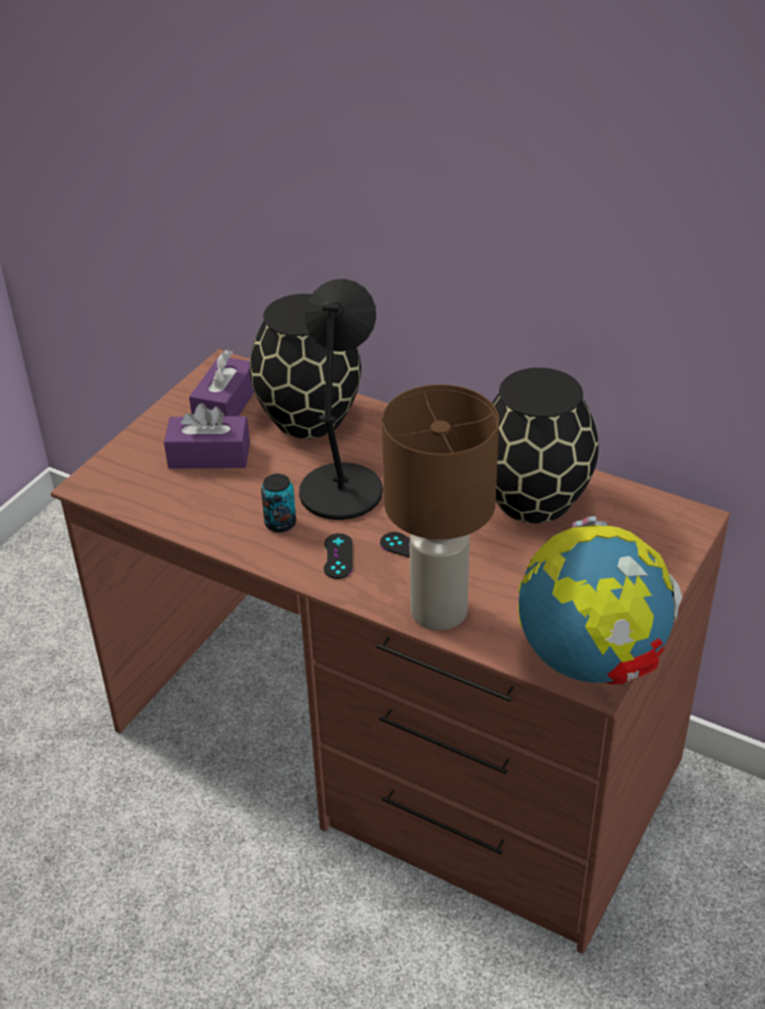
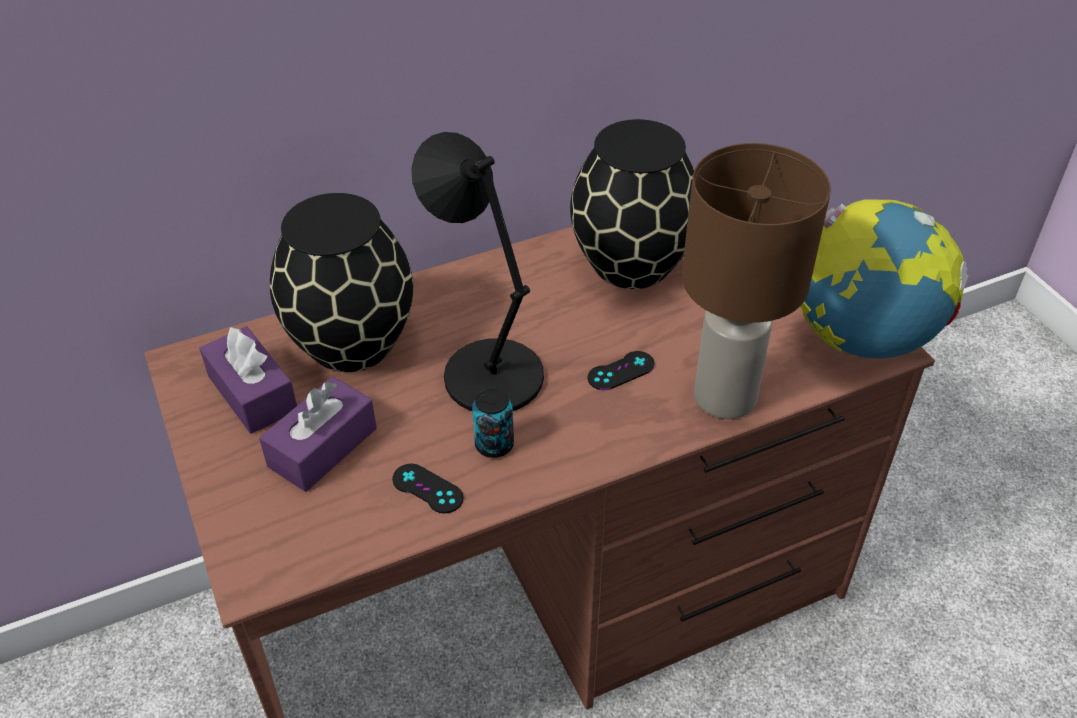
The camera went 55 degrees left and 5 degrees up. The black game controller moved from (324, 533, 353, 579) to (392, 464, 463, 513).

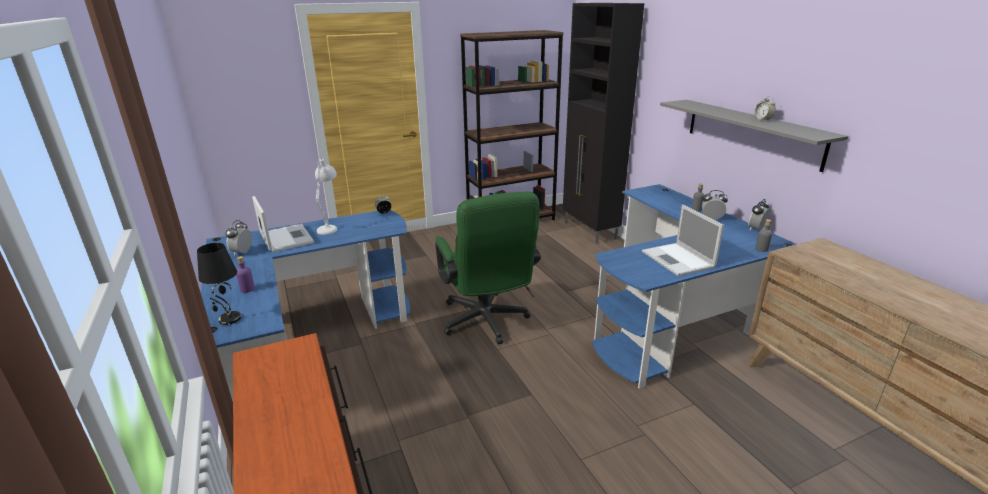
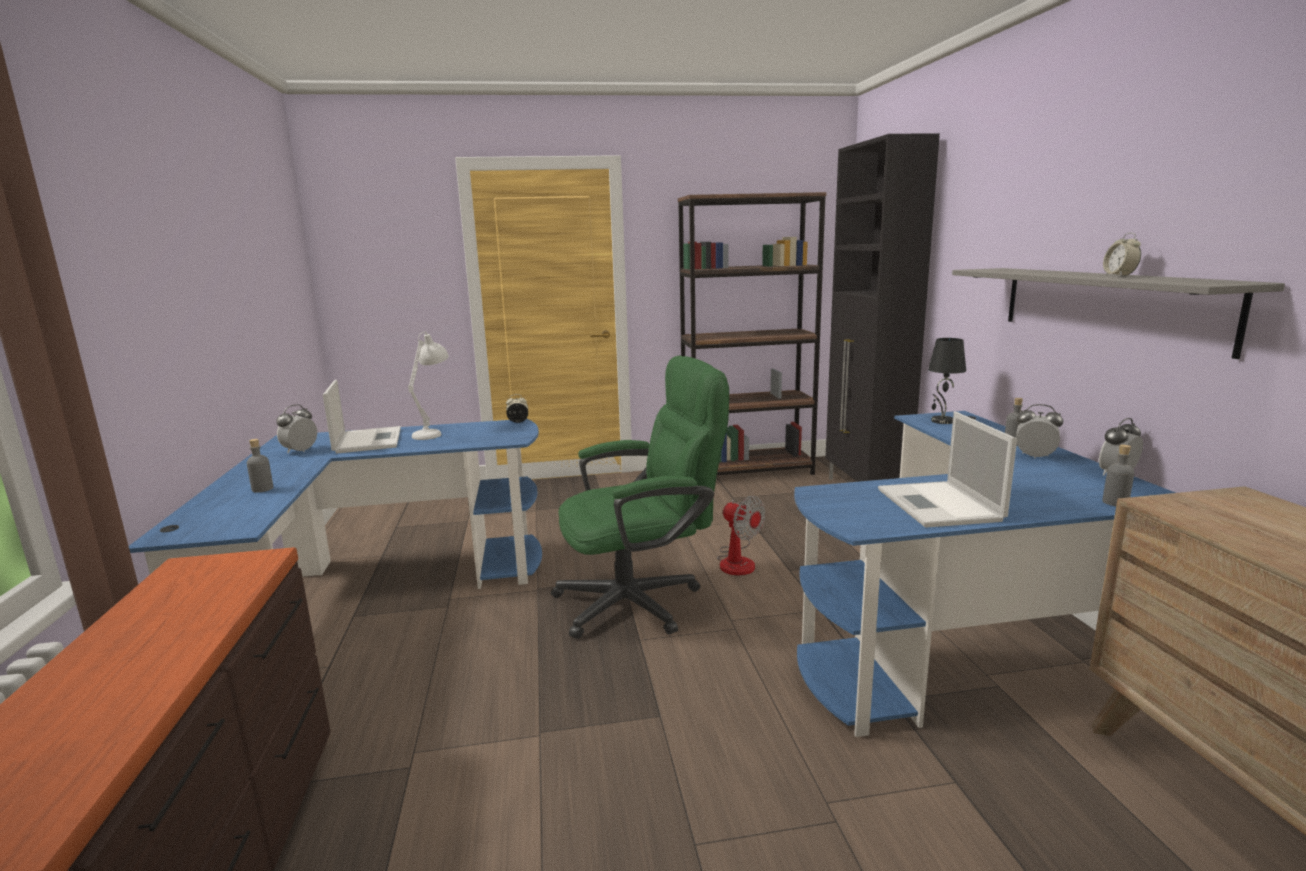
The camera went 15 degrees right and 10 degrees down. The green office chair at (435, 191, 541, 344) turned 105 degrees counterclockwise. The black table lamp moved from (197, 243, 241, 325) to (928, 338, 966, 424). The purple bottle at (236, 256, 255, 293) became the grey bottle at (247, 439, 273, 493). The fan at (717, 496, 765, 575) appeared.

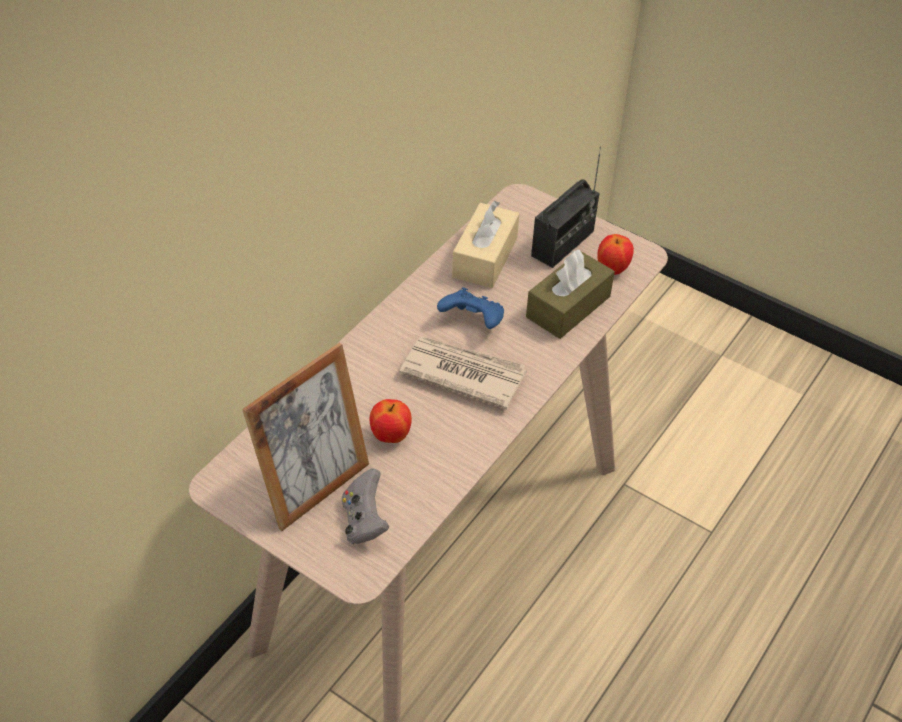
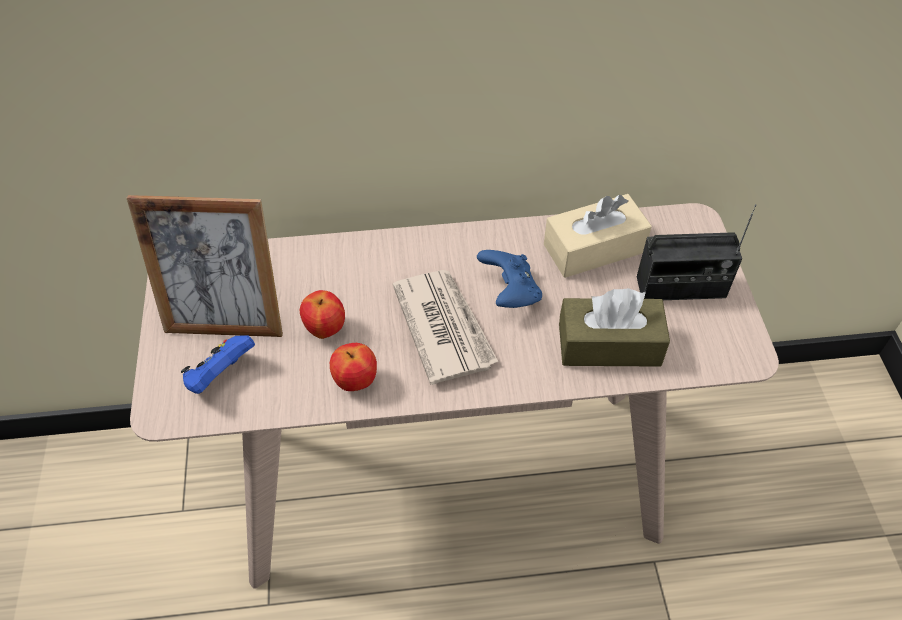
The camera went 50 degrees right and 5 degrees up. The apple moved from (597, 234, 634, 275) to (330, 343, 377, 391). The grey game controller at (342, 468, 390, 544) became the blue game controller at (181, 335, 255, 394).

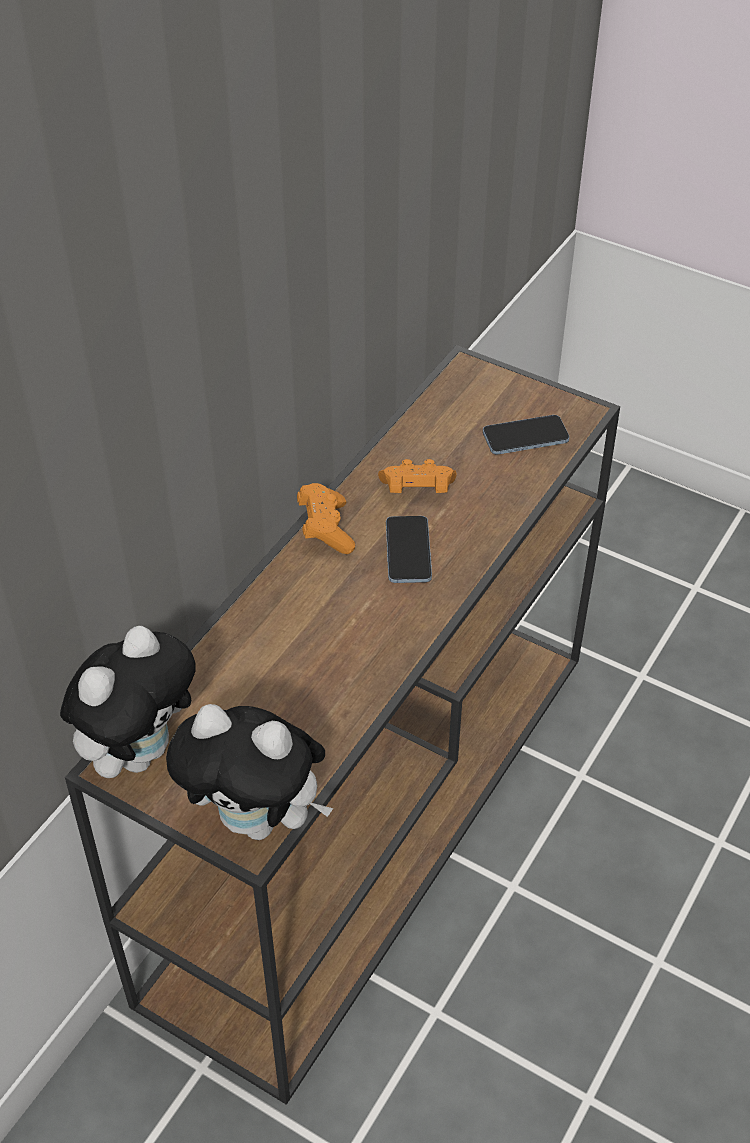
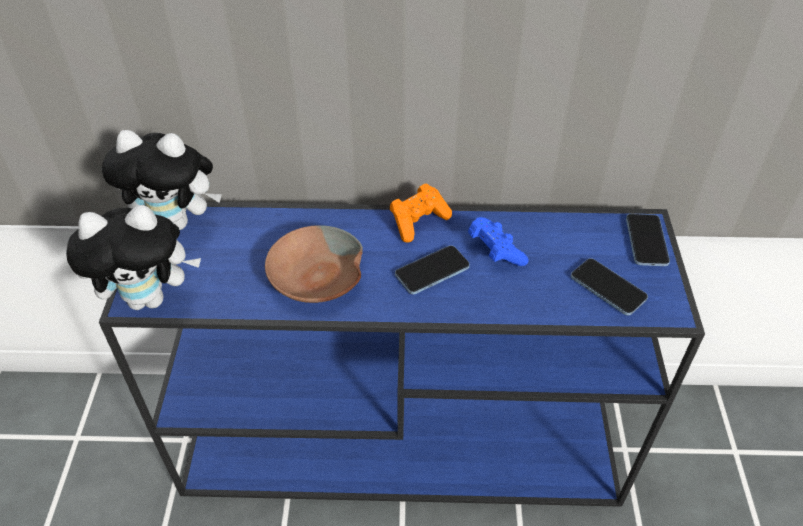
The camera went 60 degrees right and 0 degrees up. The brown console table at (65, 345, 620, 1105) became the blue console table at (99, 202, 705, 507). The orange game controller at (378, 459, 457, 493) became the blue game controller at (468, 217, 529, 266). The plush toy at (166, 704, 333, 840) turned 90 degrees counterclockwise. The phone at (626, 214, 670, 266) appeared. The brown bowl at (265, 225, 363, 303) appeared.

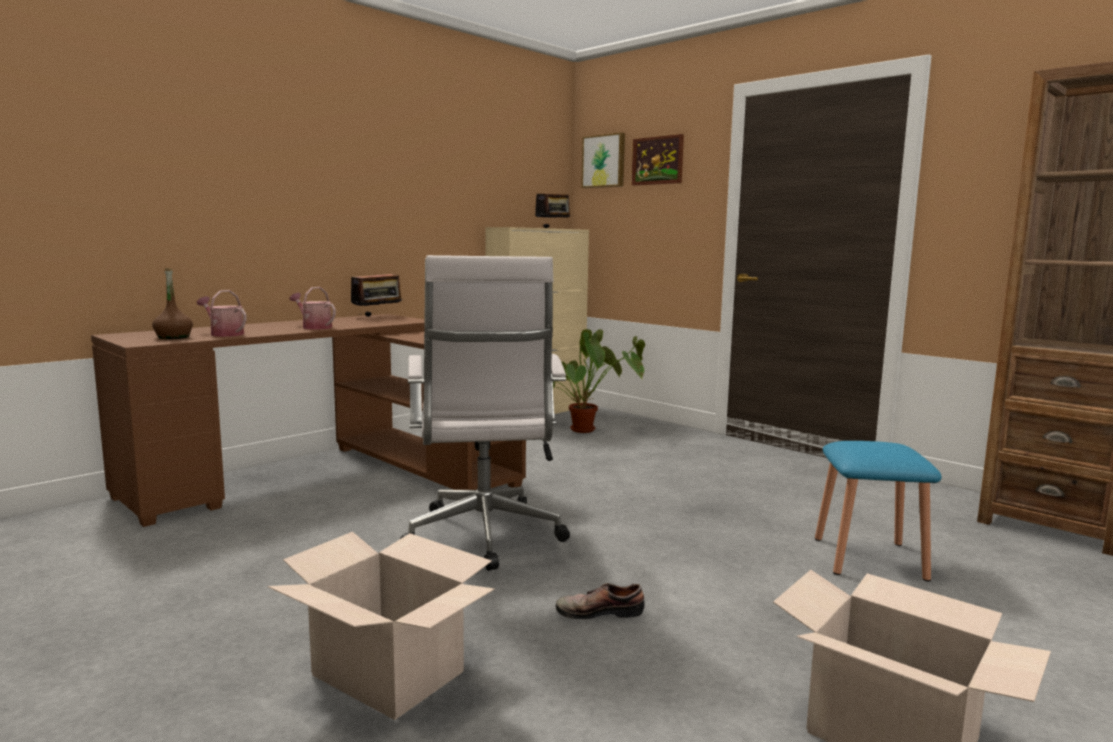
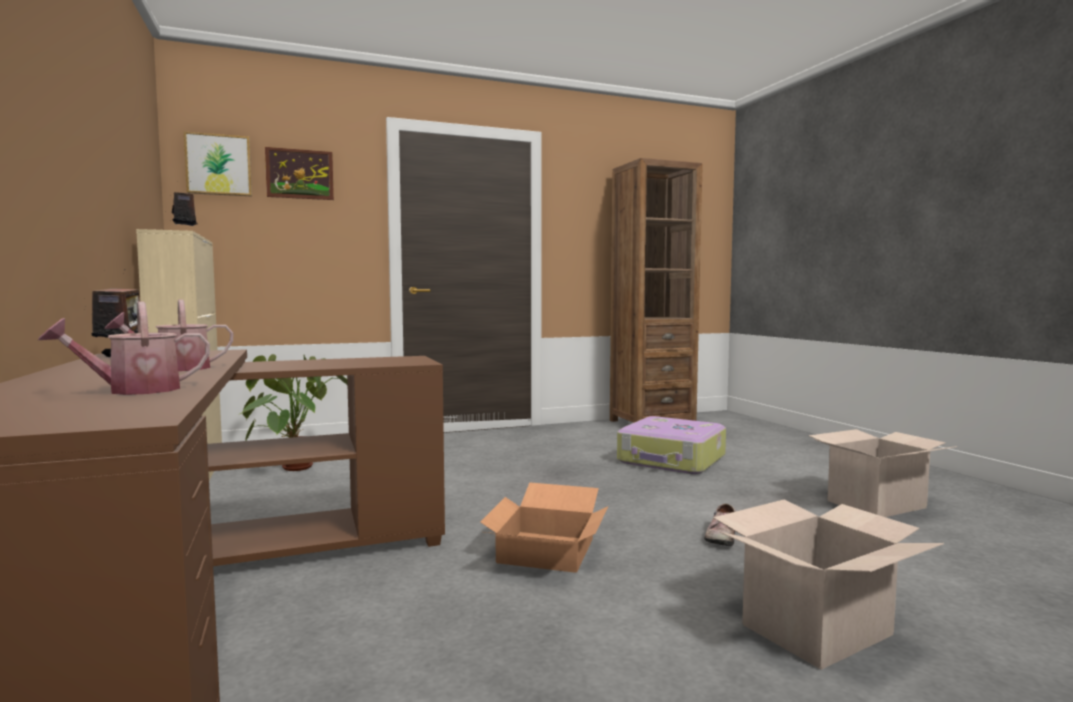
The camera went 65 degrees left and 5 degrees down. The white office chair at (400, 255, 570, 571) was replaced by the cardboard box at (480, 483, 608, 573). The brown bottle at (152, 268, 193, 339) disappeared. The blue stool at (815, 441, 942, 582) was replaced by the suitcase at (617, 416, 726, 474).

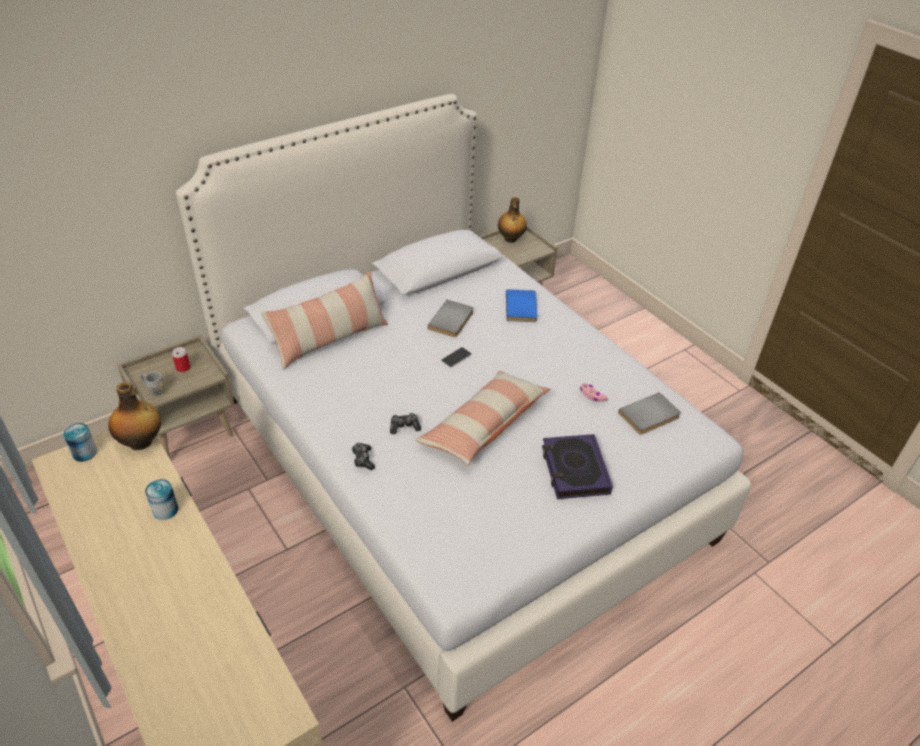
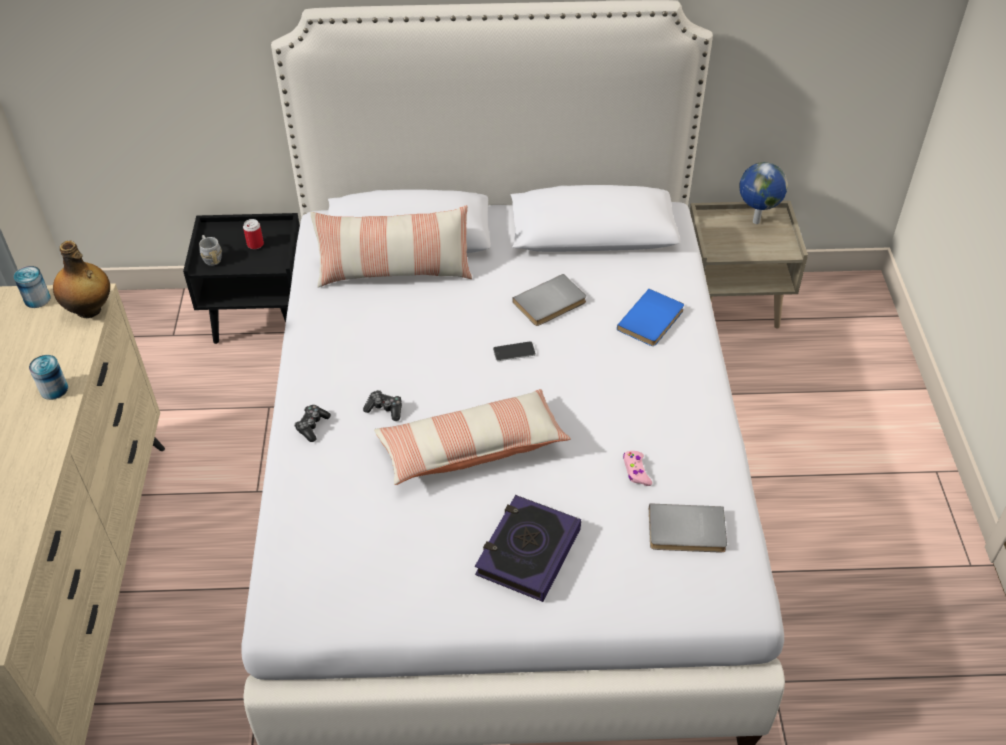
The camera went 35 degrees right and 5 degrees up. The bottle at (498, 197, 527, 243) was replaced by the globe at (739, 162, 788, 224). The beige nightstand at (117, 335, 235, 458) became the black nightstand at (183, 213, 300, 344).

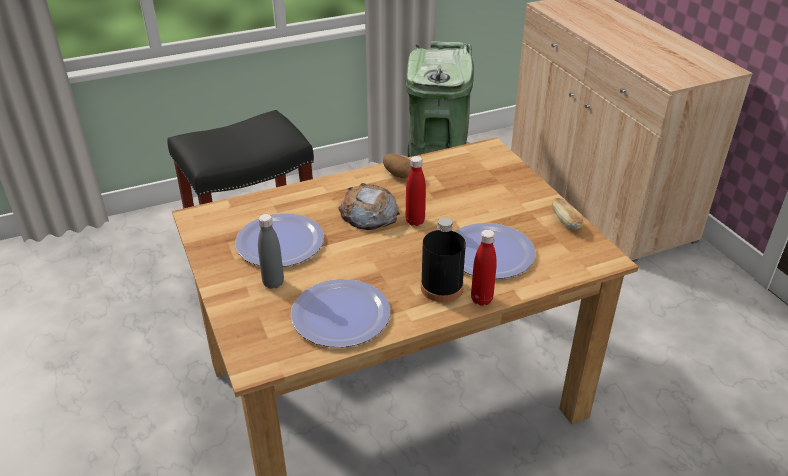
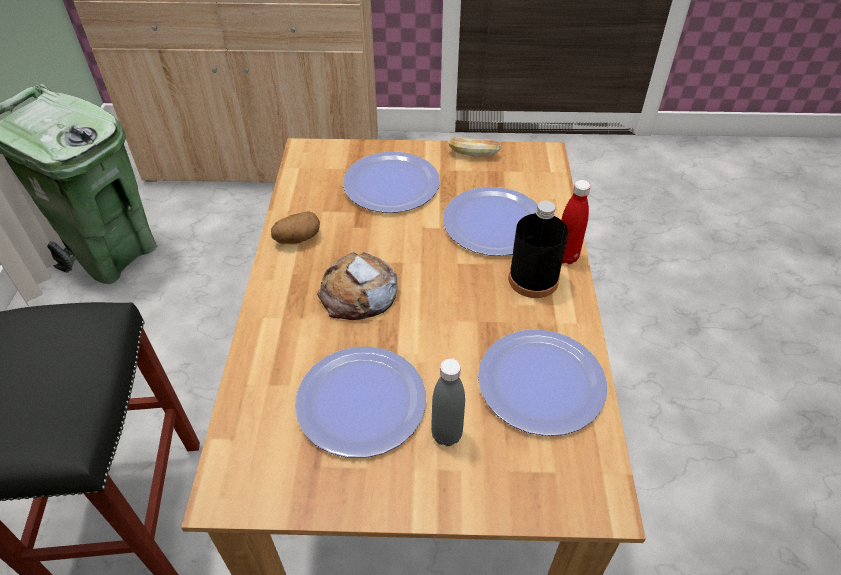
The camera went 65 degrees left and 10 degrees up. The red bottle at (405, 156, 426, 226) disappeared. The plate at (343, 152, 440, 213) appeared.

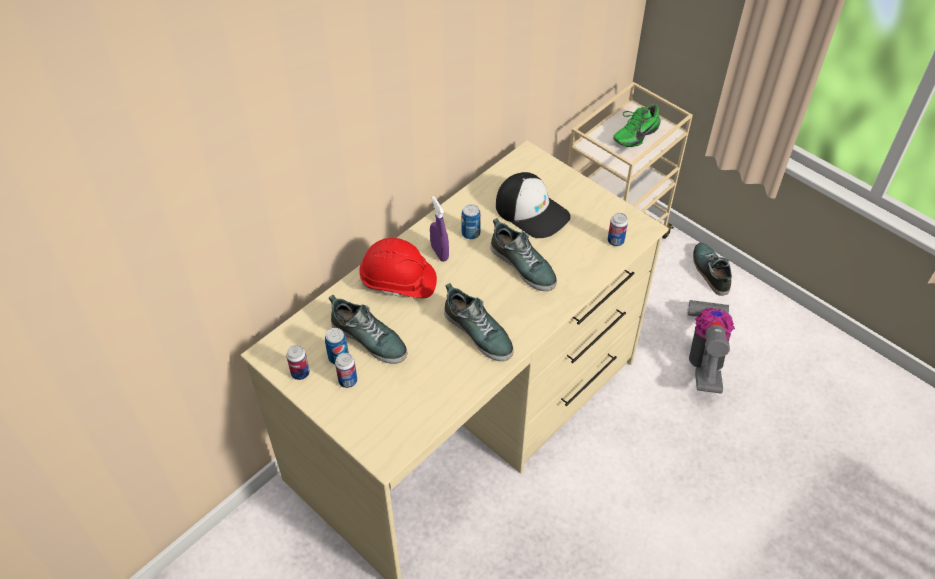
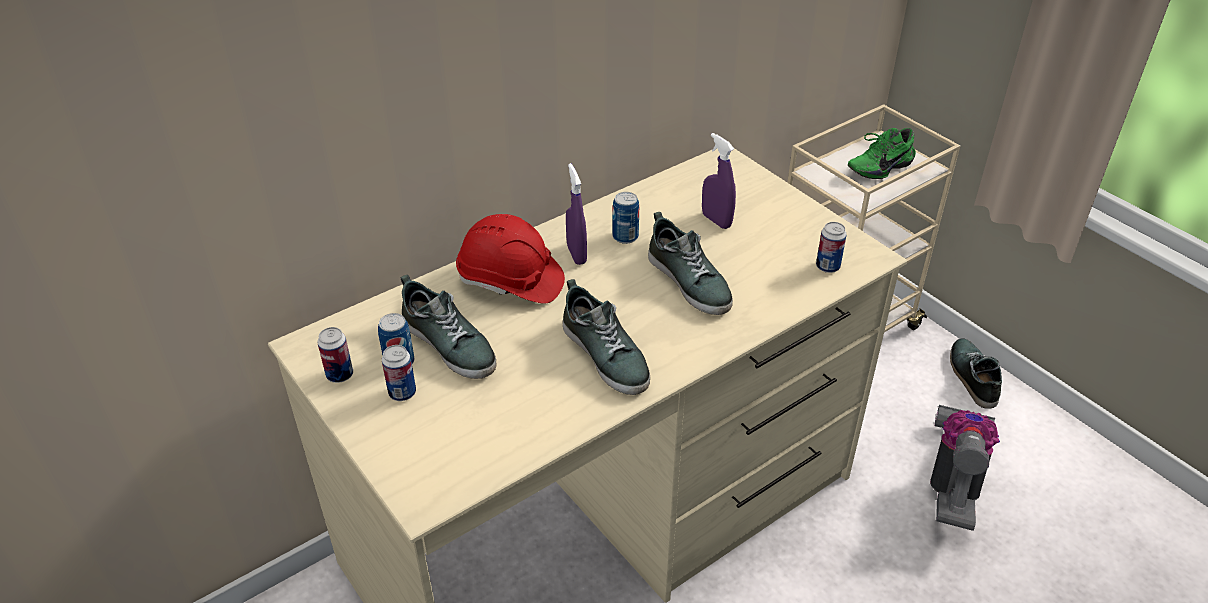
The camera went 10 degrees right and 10 degrees down. The cap at (496, 172, 571, 238) was replaced by the purple spray bottle at (702, 133, 736, 229).

